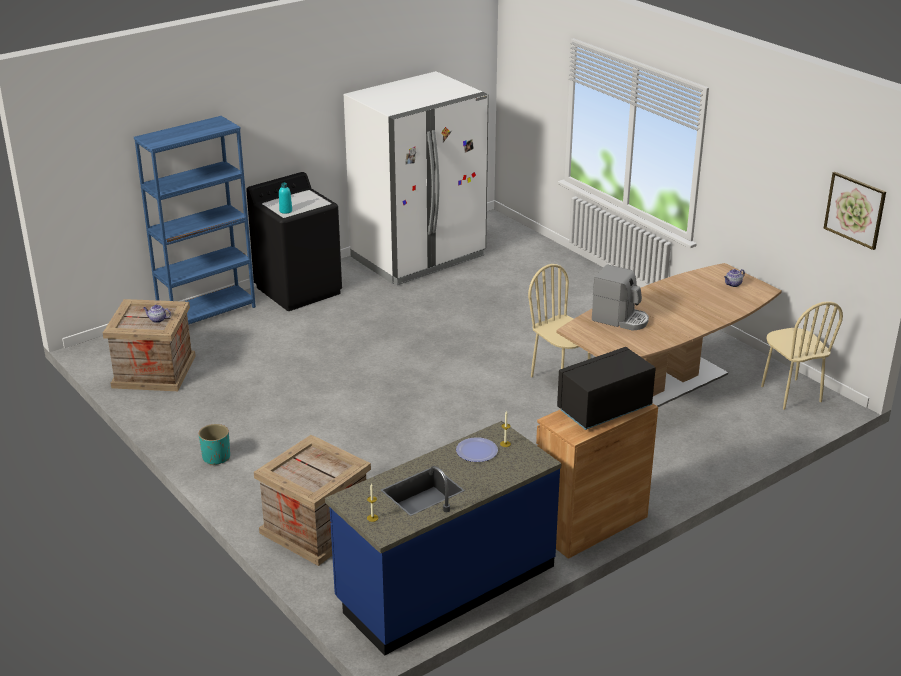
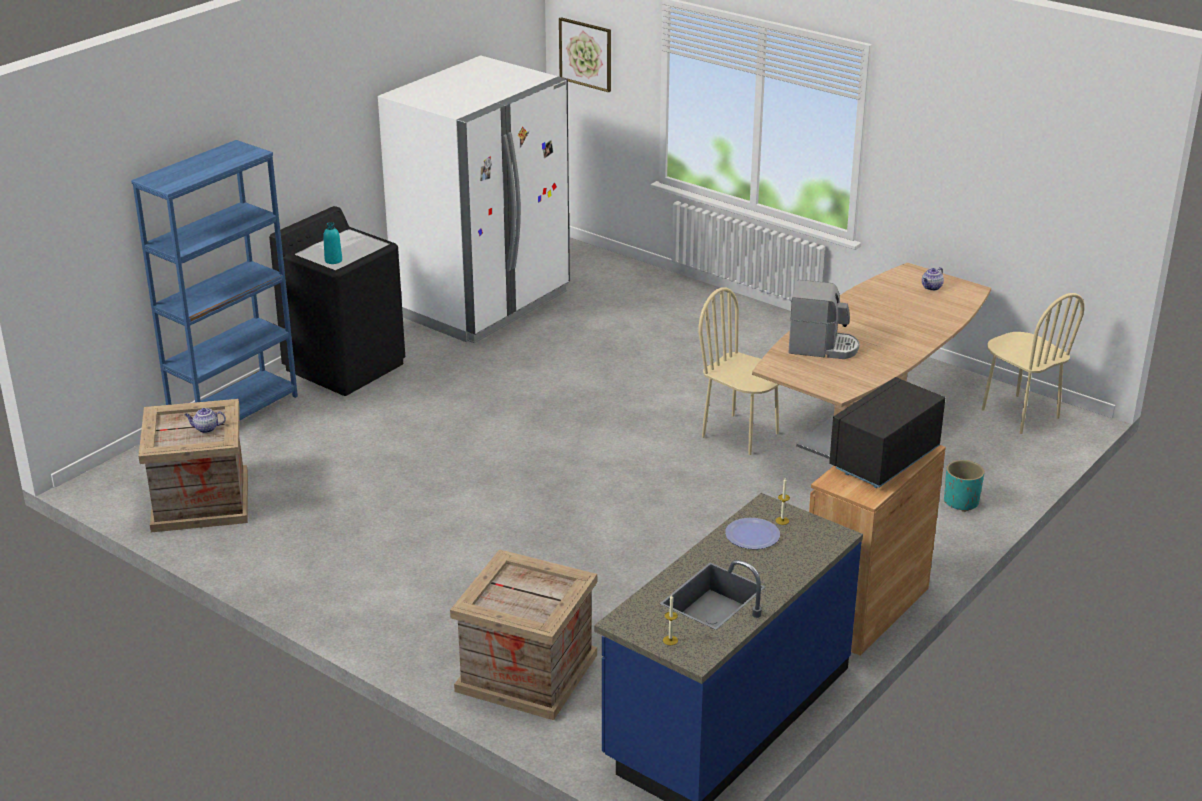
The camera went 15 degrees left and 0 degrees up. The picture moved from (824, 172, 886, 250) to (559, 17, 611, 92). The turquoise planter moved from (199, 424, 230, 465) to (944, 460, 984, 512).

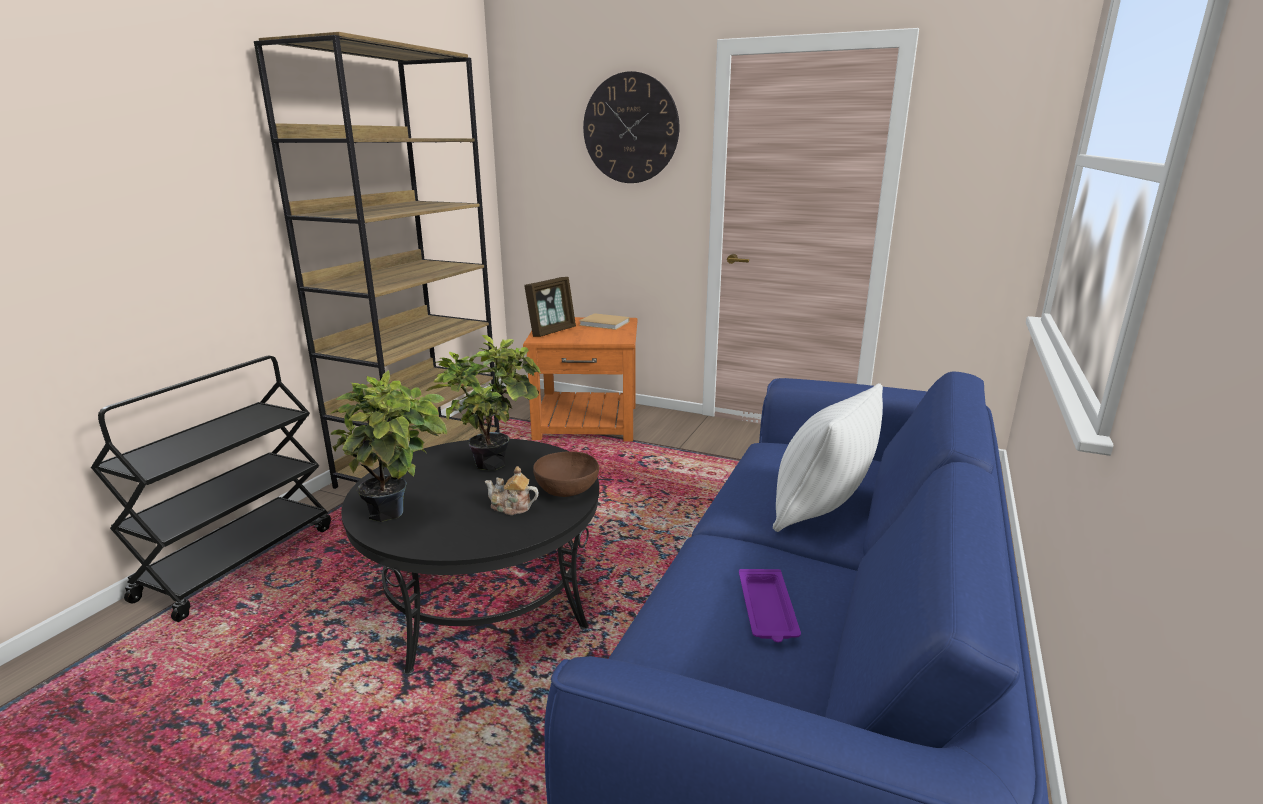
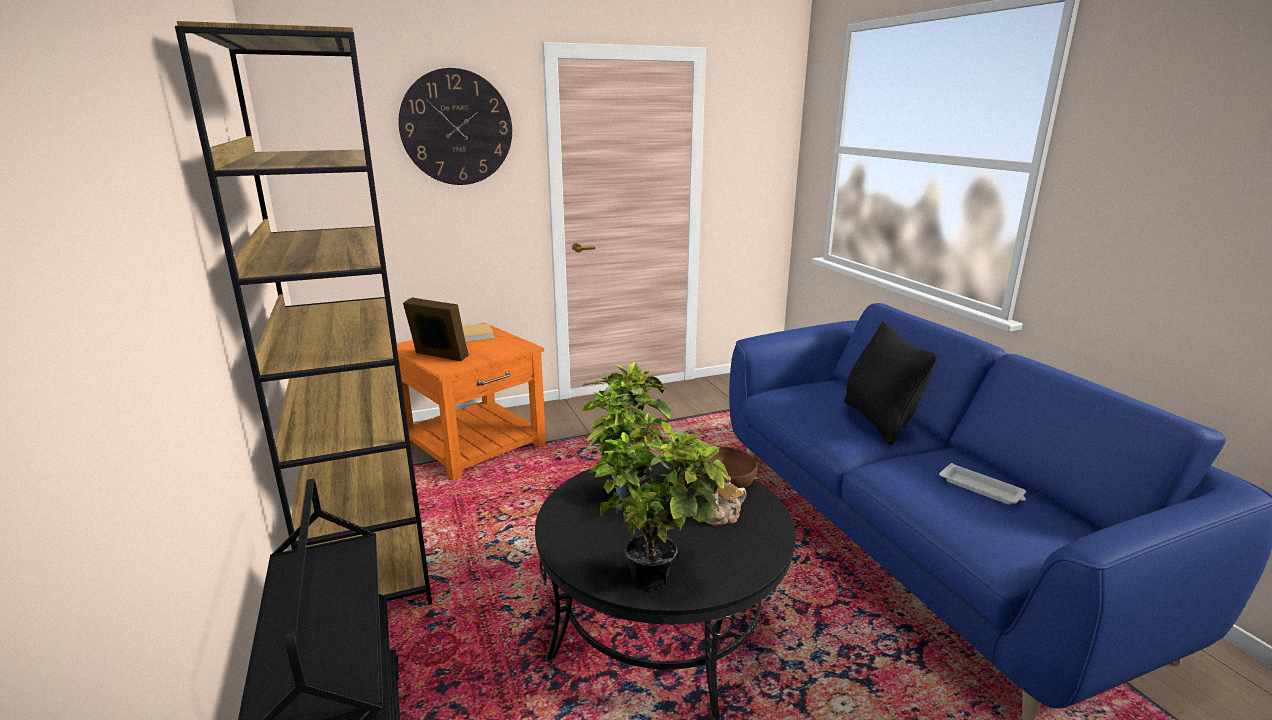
The camera went 45 degrees left and 0 degrees up. The picture frame at (524, 277, 576, 337) turned 60 degrees counterclockwise. The white pillow at (773, 383, 883, 532) became the black pillow at (844, 322, 937, 445). The purple tray at (739, 569, 801, 642) became the white tray at (939, 463, 1026, 505).

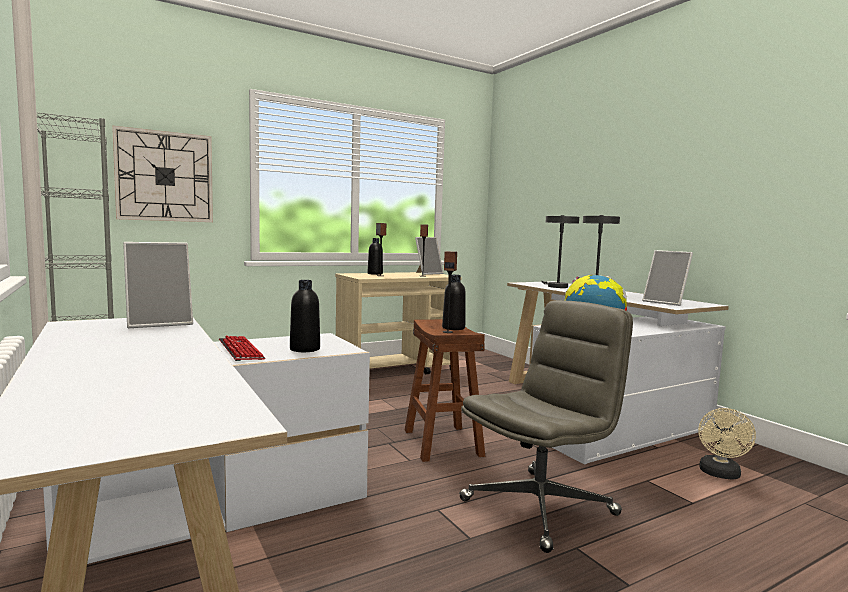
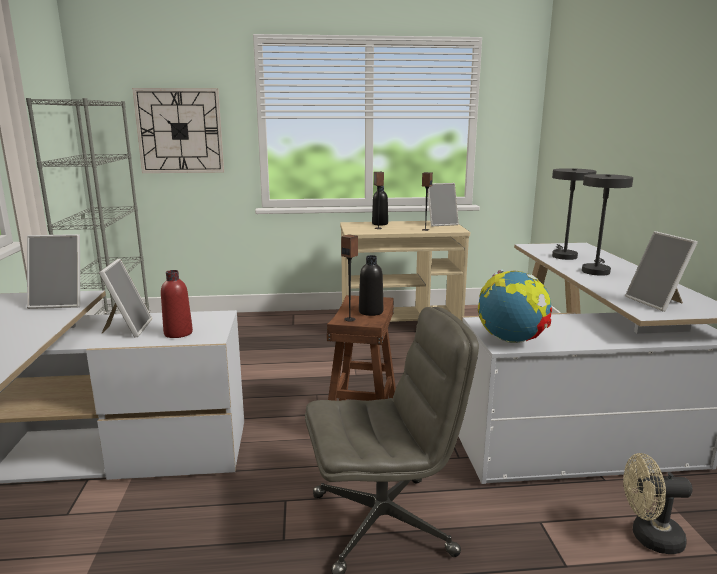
The camera went 25 degrees right and 10 degrees up. The black bottle at (290, 280, 320, 352) became the red bottle at (161, 270, 193, 338). The keyboard at (219, 336, 265, 361) was replaced by the picture frame at (99, 259, 152, 338). The beige fan at (698, 408, 756, 480) turned 45 degrees clockwise.

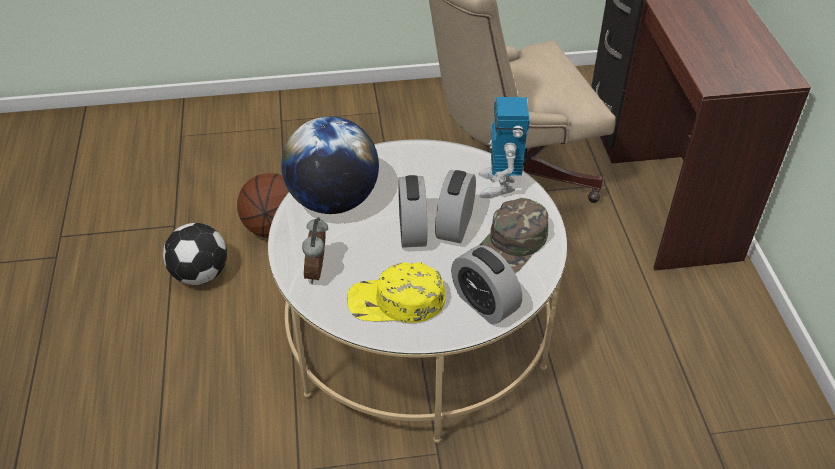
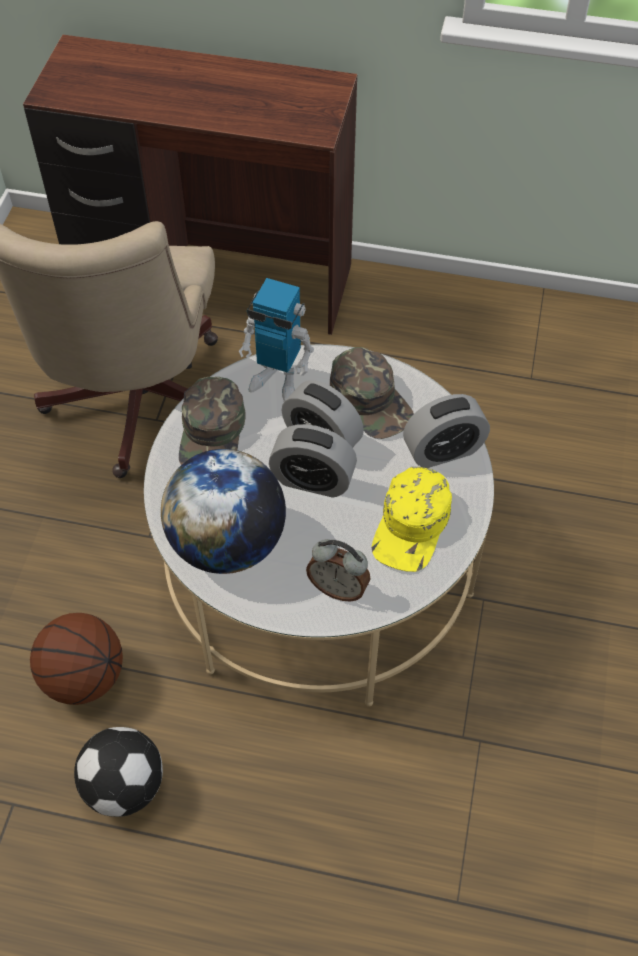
The camera went 70 degrees left and 10 degrees up. The green cap at (179, 377, 246, 465) appeared.

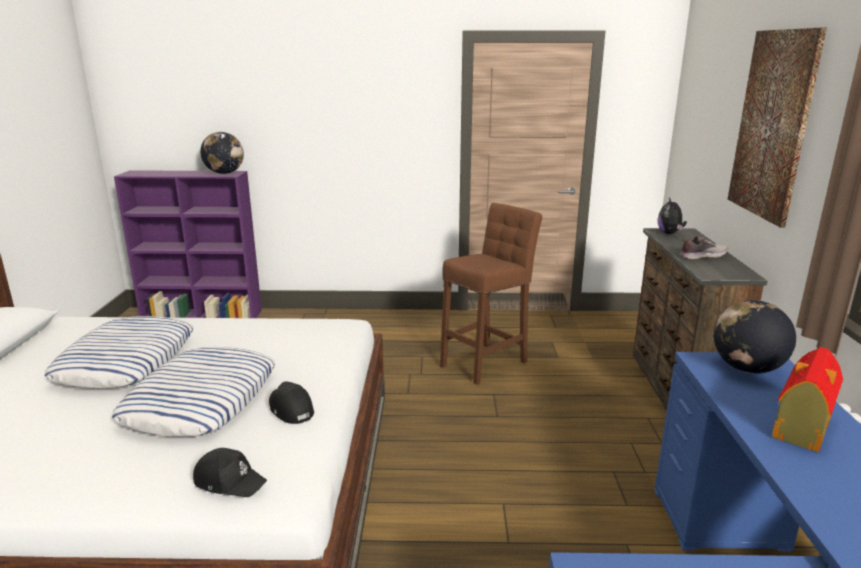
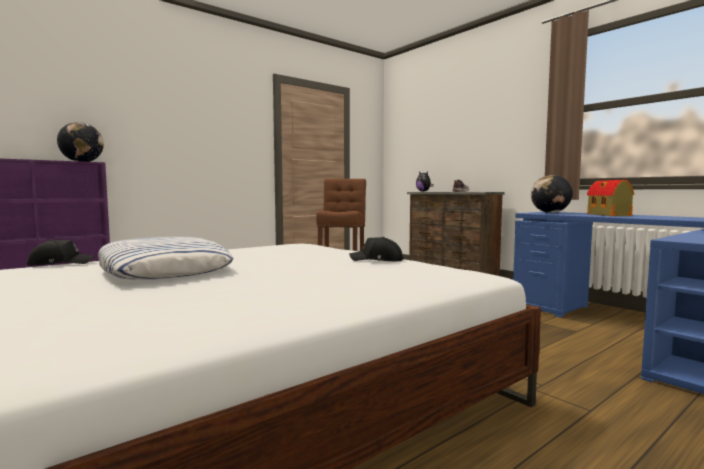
The camera went 40 degrees left and 15 degrees down. The picture at (728, 28, 827, 227) disappeared. The pillow at (112, 347, 275, 437) disappeared. The black cap moved from (193, 448, 267, 497) to (27, 239, 95, 265).

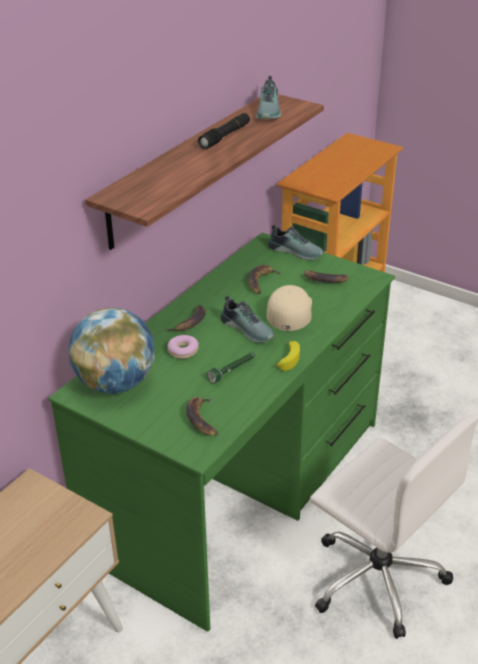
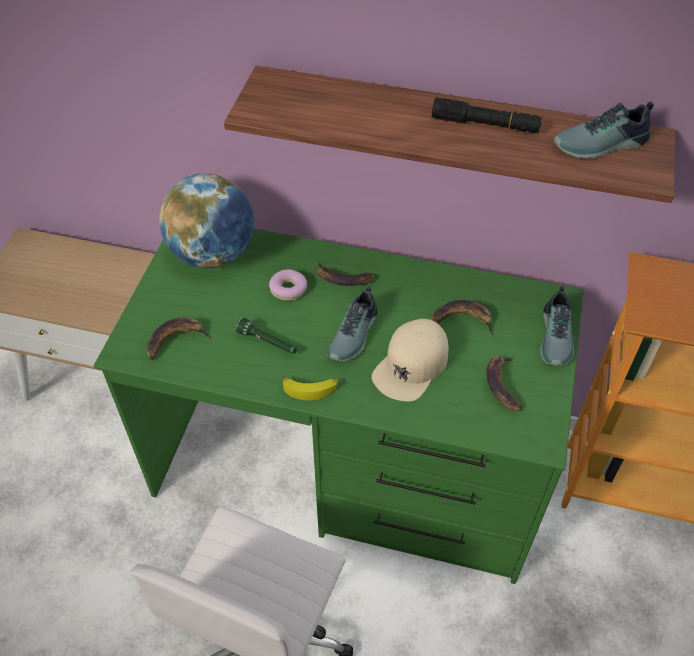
The camera went 70 degrees right and 15 degrees up. The beige cap at (267, 285, 312, 331) turned 135 degrees clockwise.

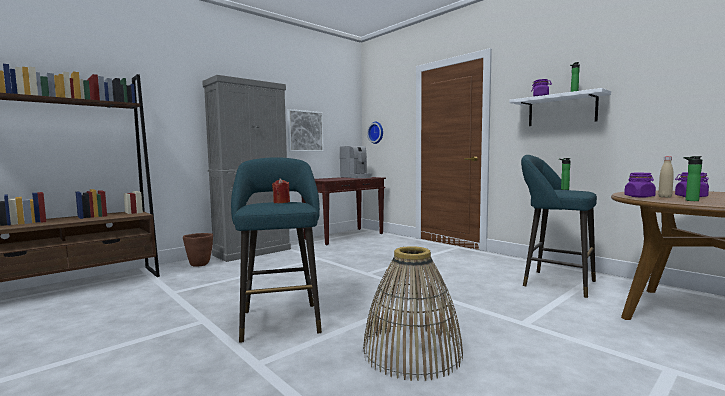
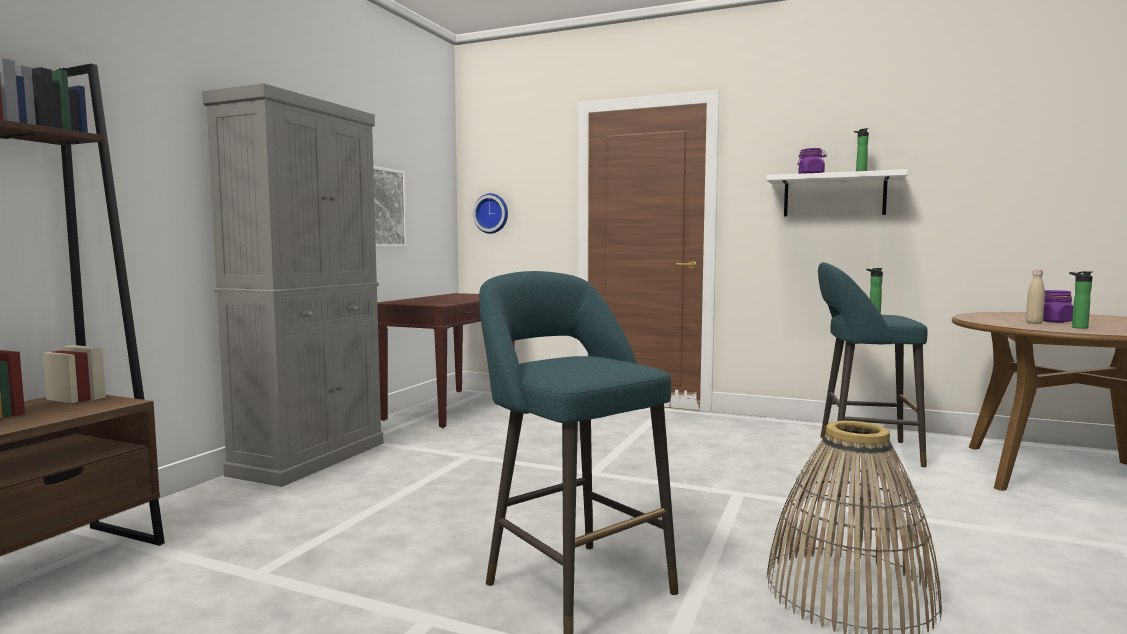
The camera went 25 degrees left and 0 degrees up. The coffee machine at (340, 146, 372, 178) disappeared. The purple jar at (624, 173, 656, 198) disappeared. The red candle at (272, 179, 290, 203) disappeared. The brown planter at (183, 233, 213, 266) disappeared.

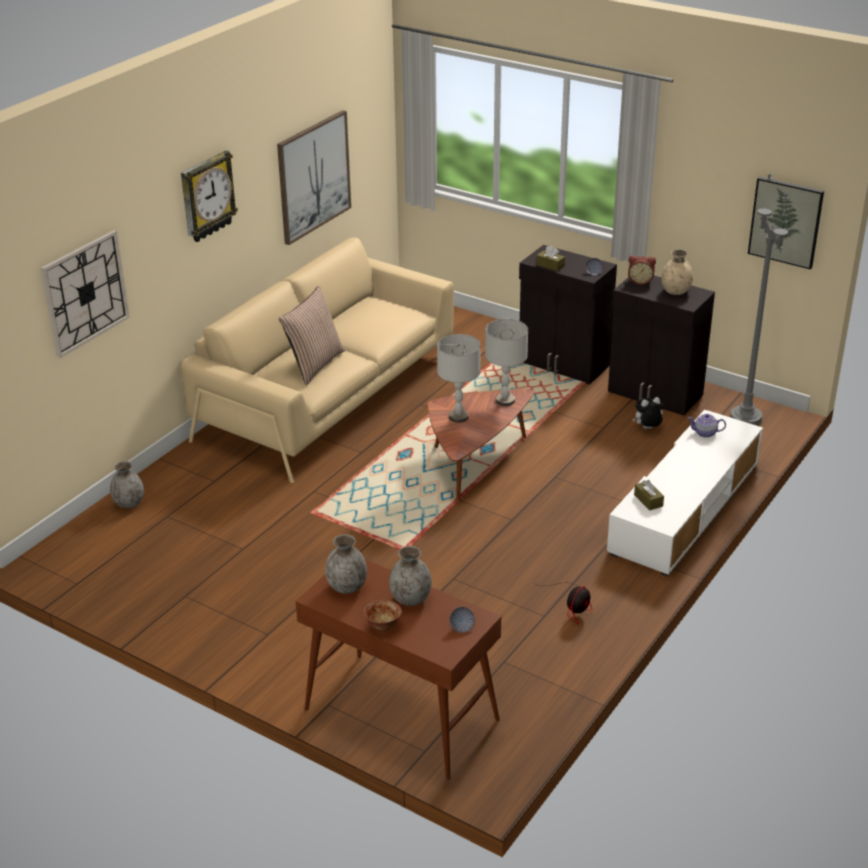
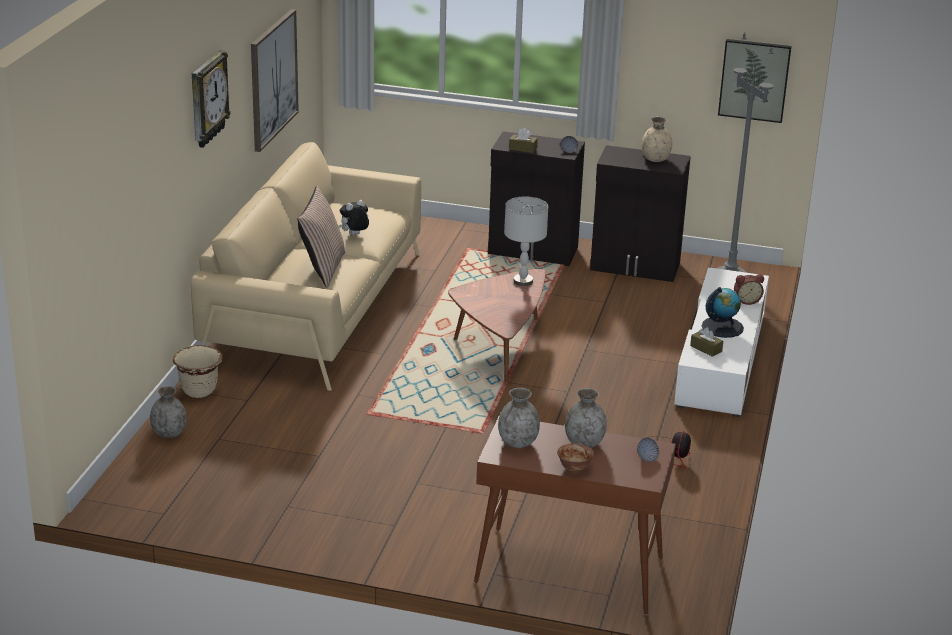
The camera went 20 degrees left and 5 degrees down. The wall clock at (41, 230, 130, 358) disappeared. The alarm clock moved from (628, 255, 656, 285) to (734, 274, 764, 305). The grey table lamp at (437, 334, 480, 423) disappeared. The plush toy moved from (632, 397, 663, 429) to (339, 200, 369, 235). The teapot at (688, 414, 726, 438) disappeared. The globe at (702, 287, 744, 338) appeared. The beige planter at (173, 345, 223, 398) appeared.

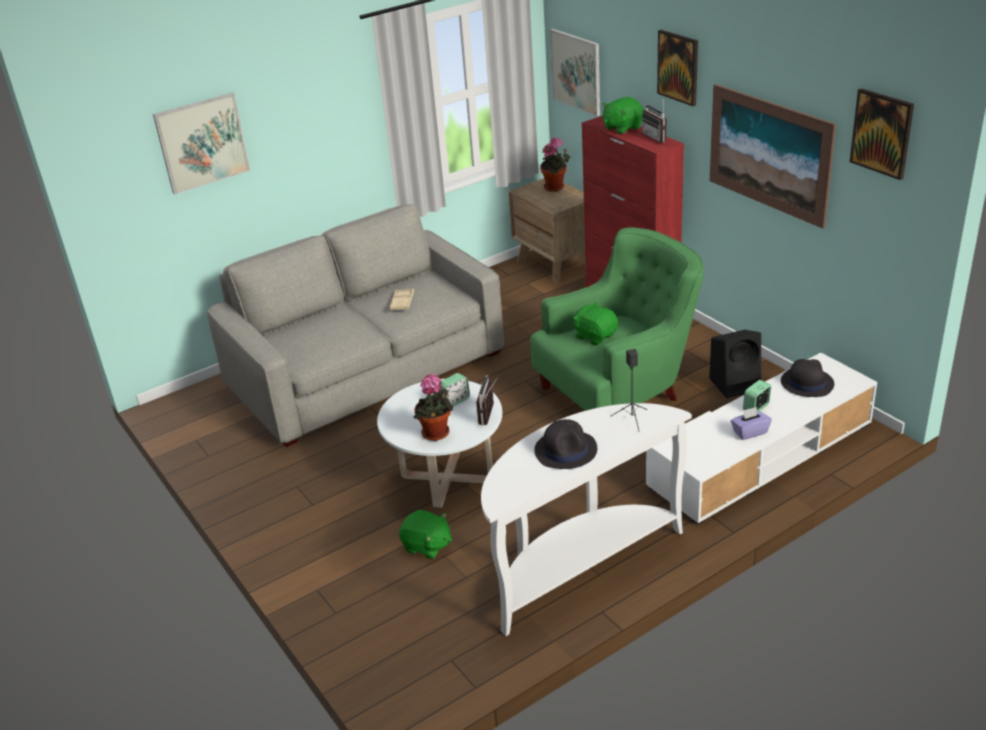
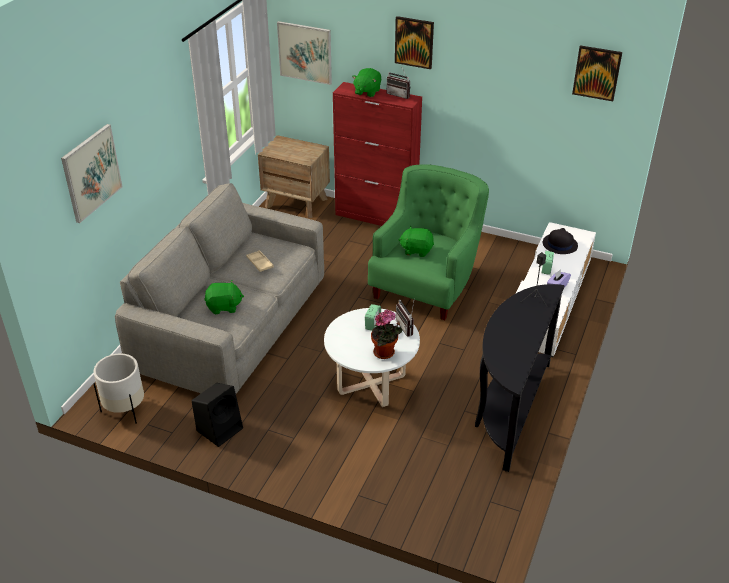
The camera went 35 degrees left and 5 degrees up. The picture at (710, 84, 836, 229) disappeared. The potted plant at (540, 137, 571, 192) disappeared. The black speaker moved from (709, 330, 761, 398) to (192, 383, 243, 447). The white console table at (481, 403, 692, 636) became the black console table at (475, 284, 565, 472). The black hat at (534, 419, 597, 469) disappeared. The green plush toy moved from (399, 510, 452, 559) to (204, 280, 244, 314). The white planter at (93, 354, 144, 423) appeared.

